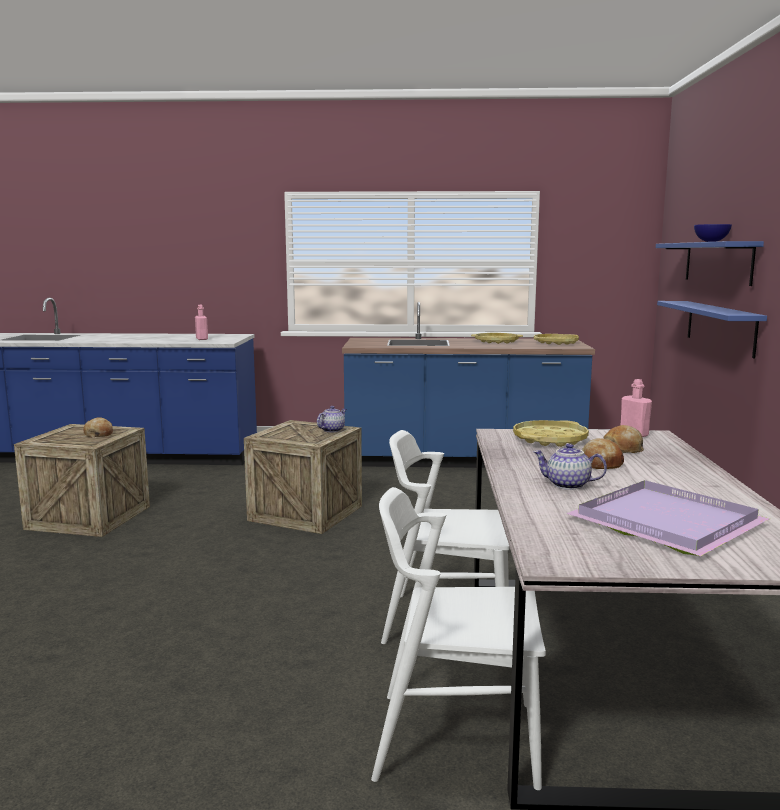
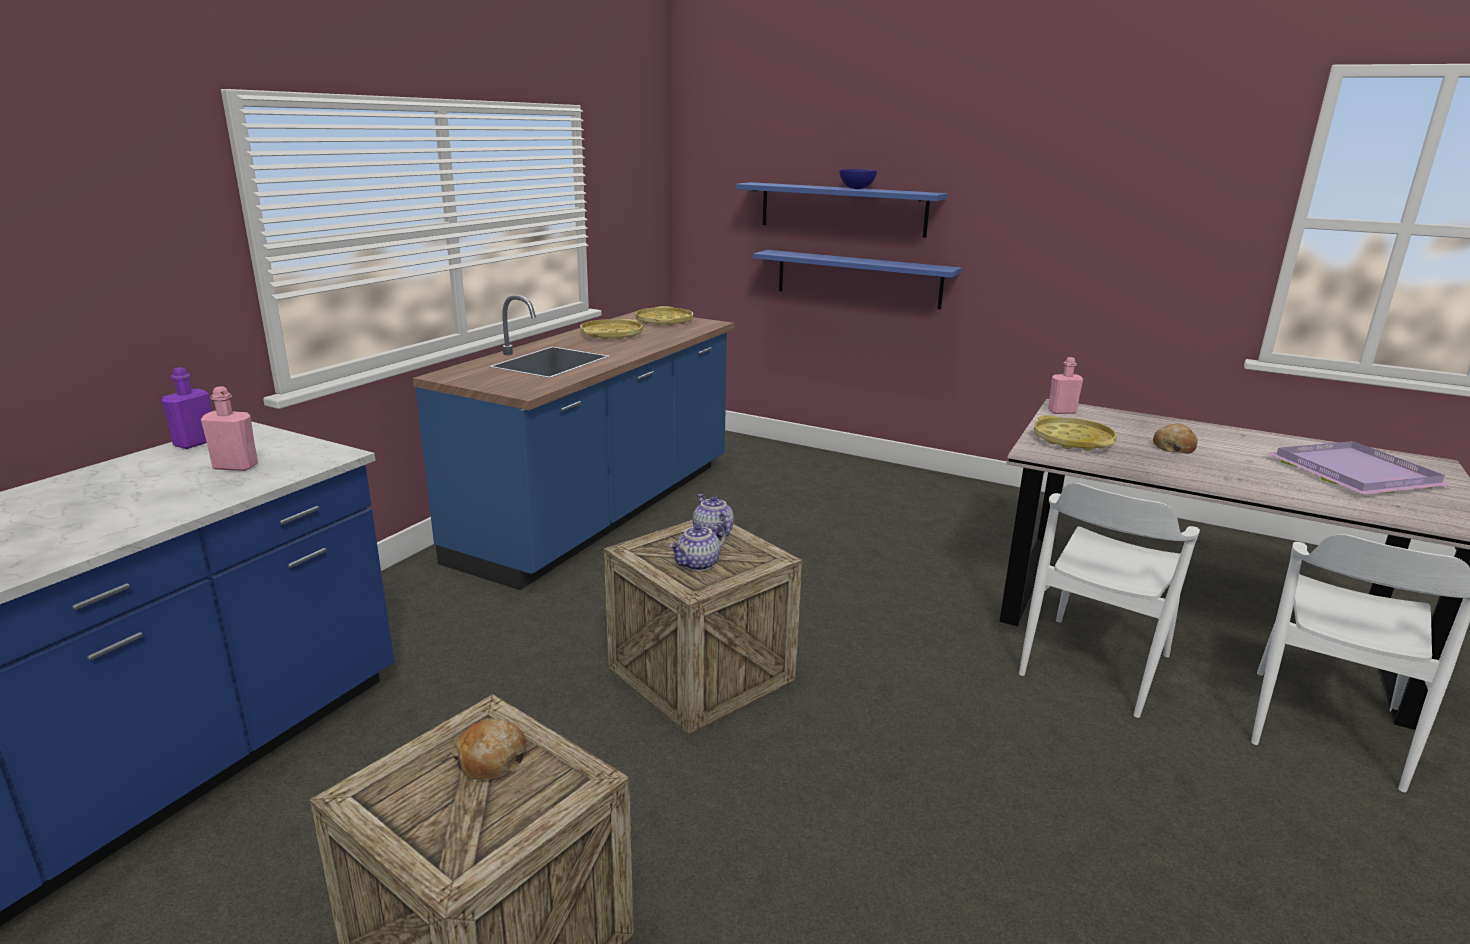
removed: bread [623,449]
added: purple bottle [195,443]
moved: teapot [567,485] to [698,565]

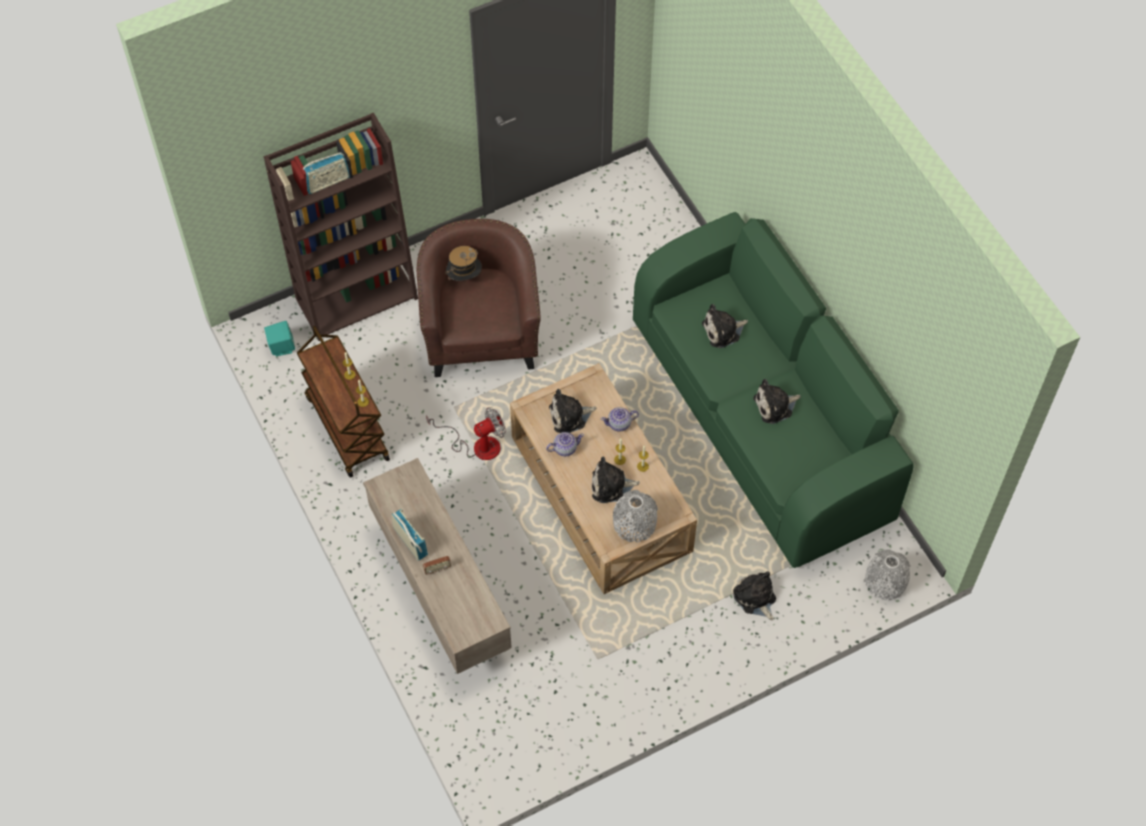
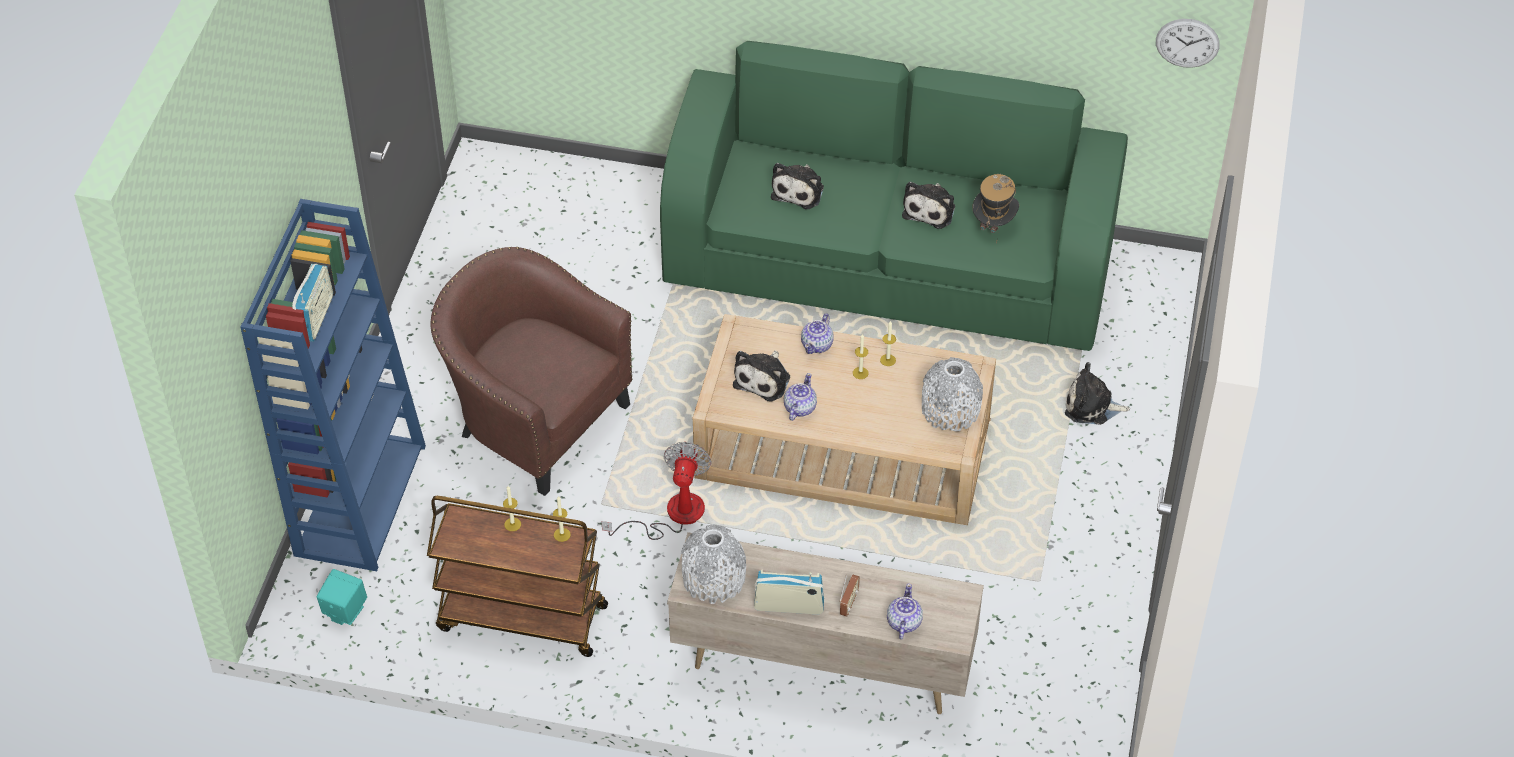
removed: plush toy [611,486]
added: teapot [903,623]; wall clock [1187,43]
moved: grey vase [885,581] to [713,579]; hat [464,278] to [993,226]
recoloured: brown bookcase [357,297] to blue bookcase [359,498]

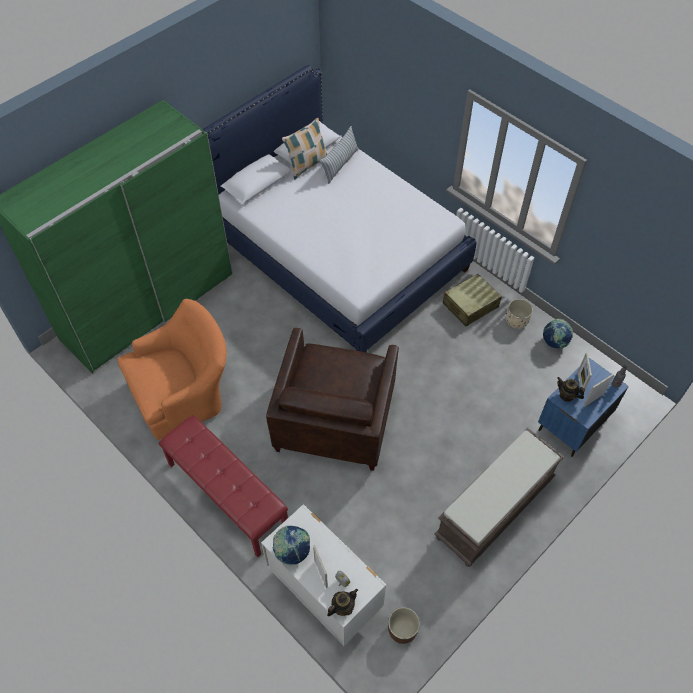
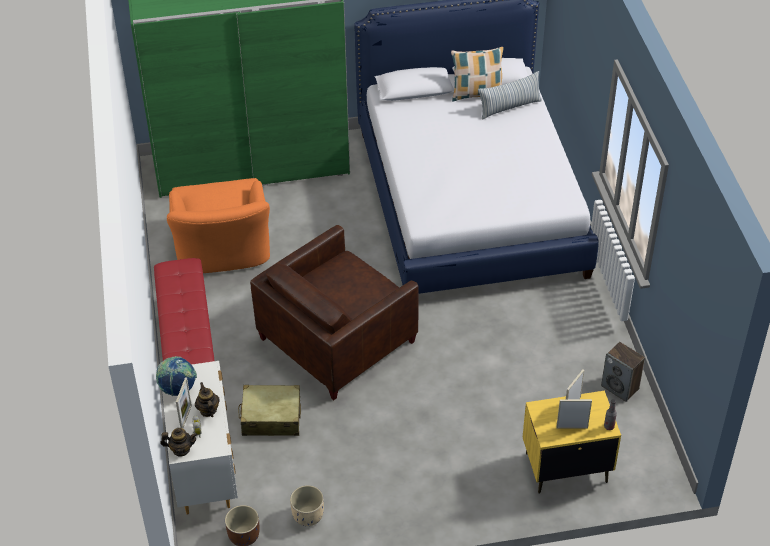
removed: brown bench [494,509]
moved: teapot [566,395] to [208,410]; beige suitcase [470,305] to [271,418]; beige planter [516,321] to [308,516]
replaced: globe [554,342] to speaker [620,387]
recoloured: blue nightstand [571,425] to yellow nightstand [565,467]
turned: orange armchair [184,392] = [223,251] 75 degrees clockwise

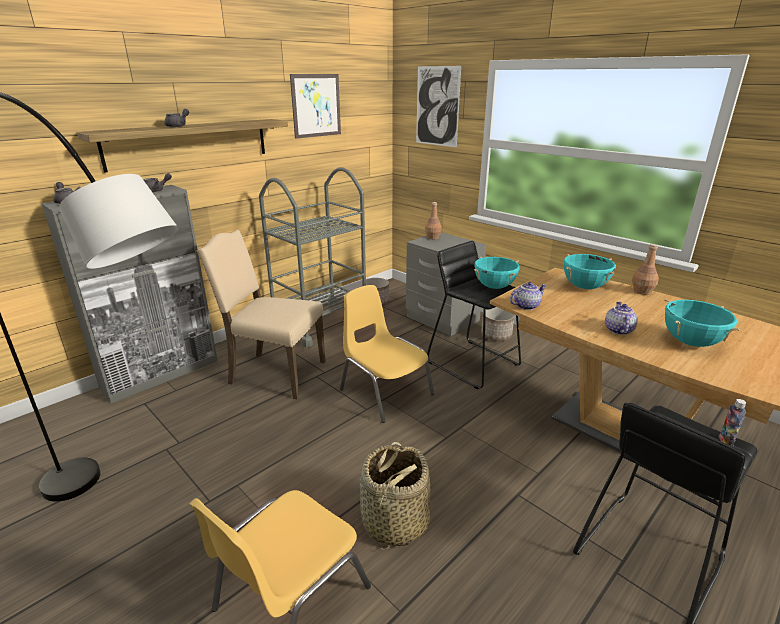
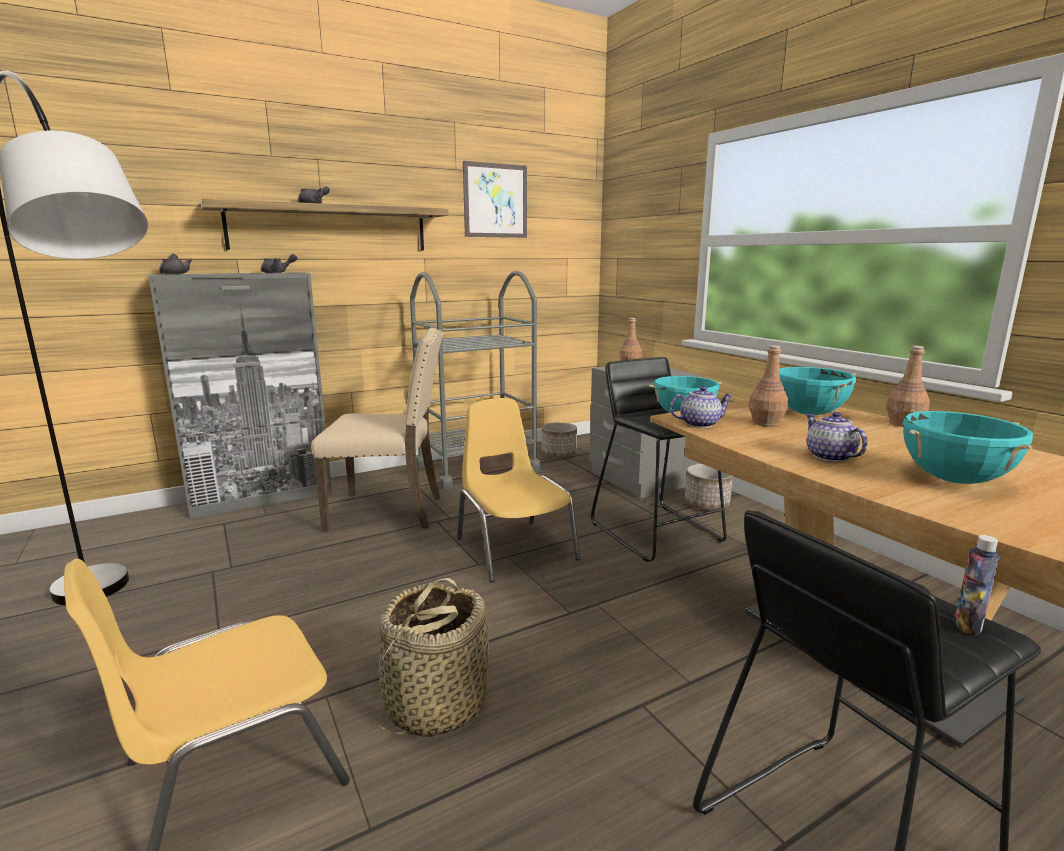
removed: picture [437,106]
added: brown bottle [766,423]
turned: beige chair [275,373] = [389,512] 150 degrees clockwise; teapot [617,330] = [828,457] 45 degrees counterclockwise

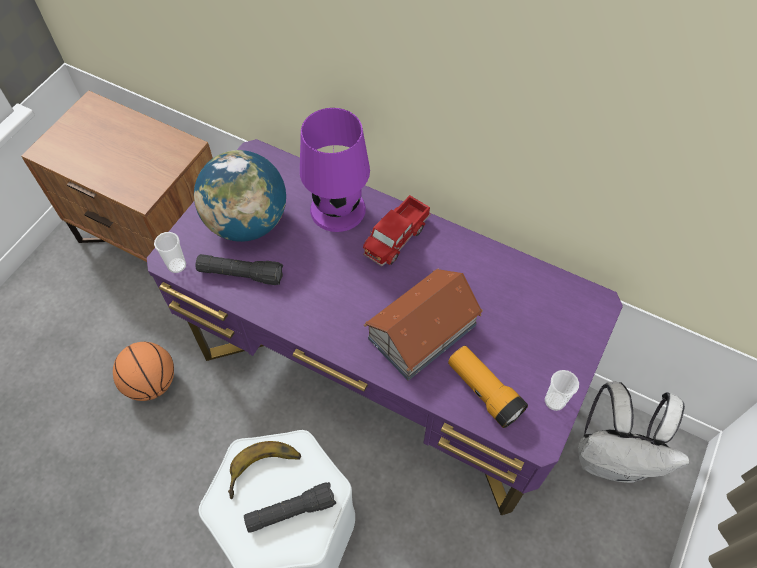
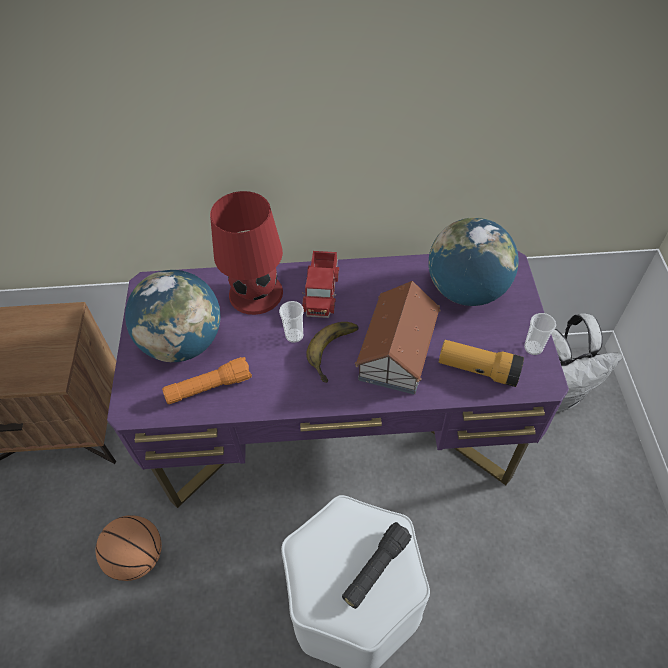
added: globe [466,290]
moved: cup [177,265] to [294,335]; banana [265,472] to [338,353]
recoloured: black flashlight [241,274] to orange flashlight [209,387]; purple table lamp [337,208] to red table lamp [255,293]

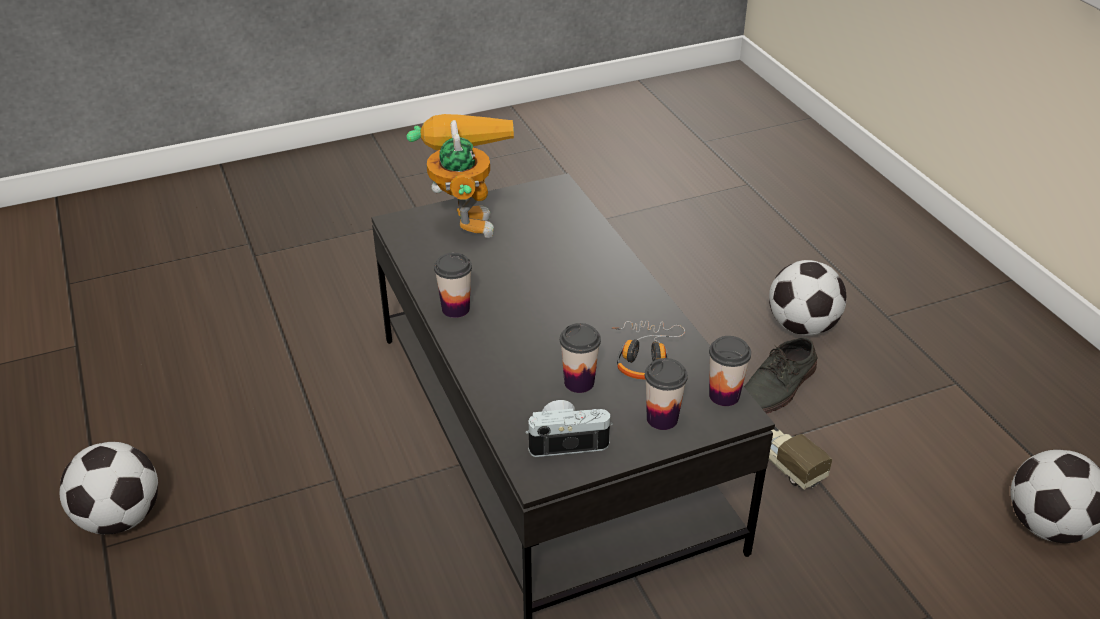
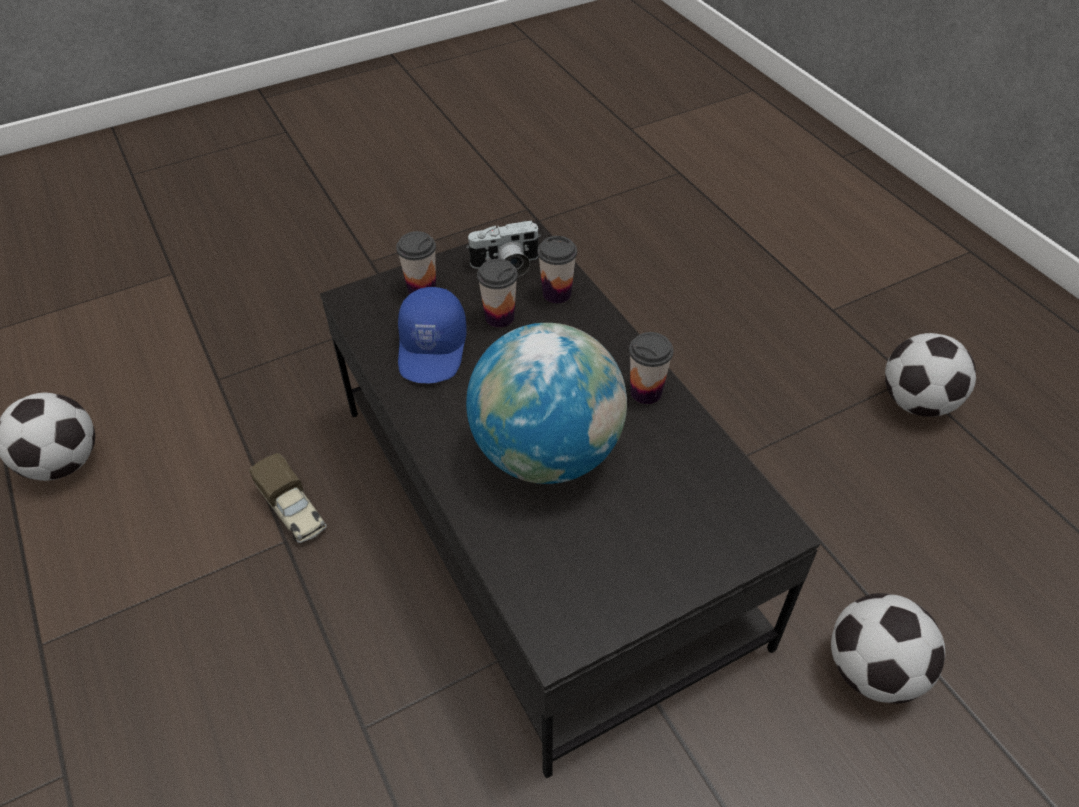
removed: toy robot [464,216]; grey shoe [777,387]
added: globe [547,453]
moved: cup [724,395] to [556,293]; football [802,327] to [872,671]
replaced: headphones [645,357] to blue cap [433,349]

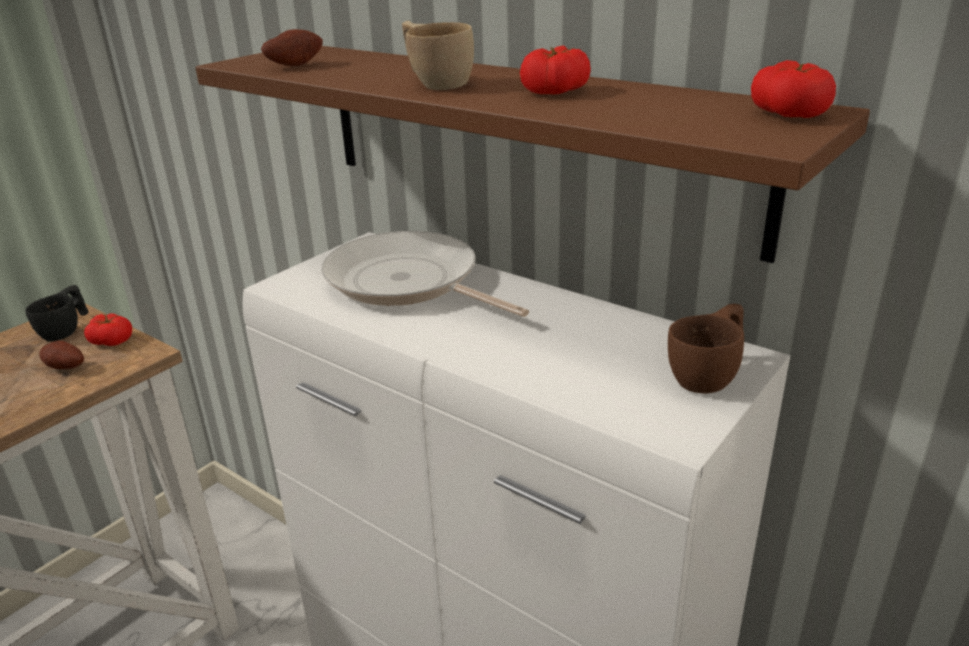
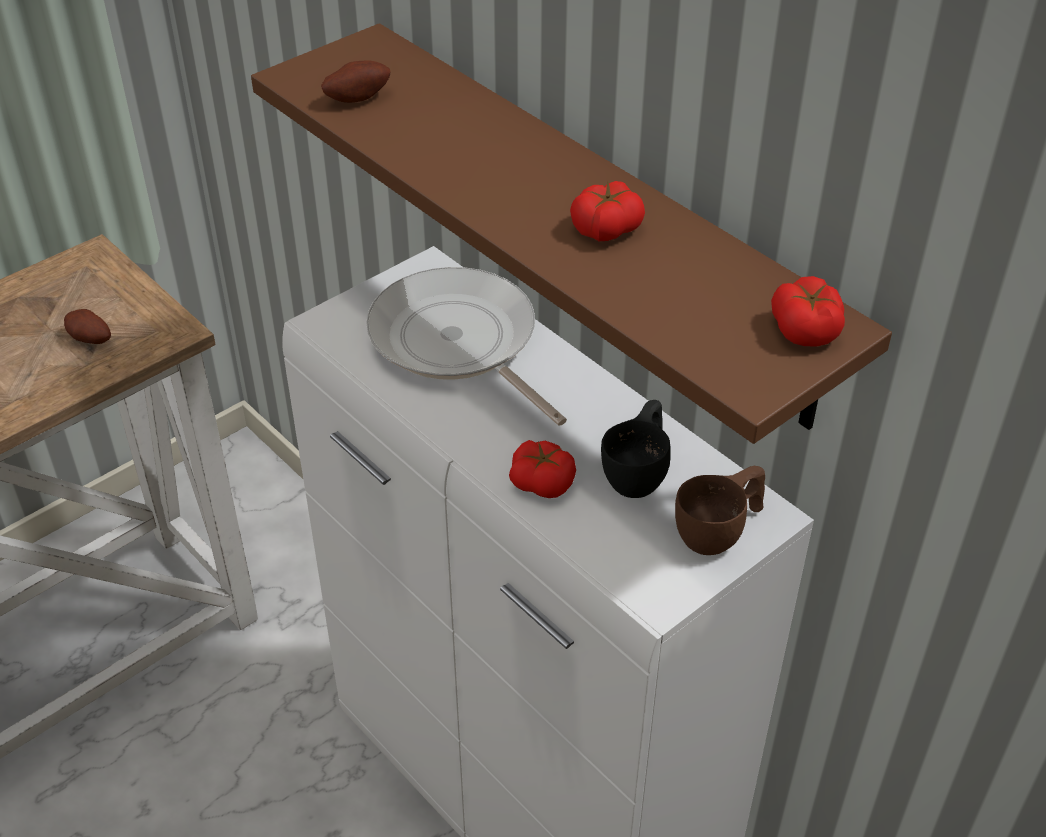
removed: beige cup [436,82]
moved: tomato [112,340] to [542,482]; black cup [66,329] to [640,471]

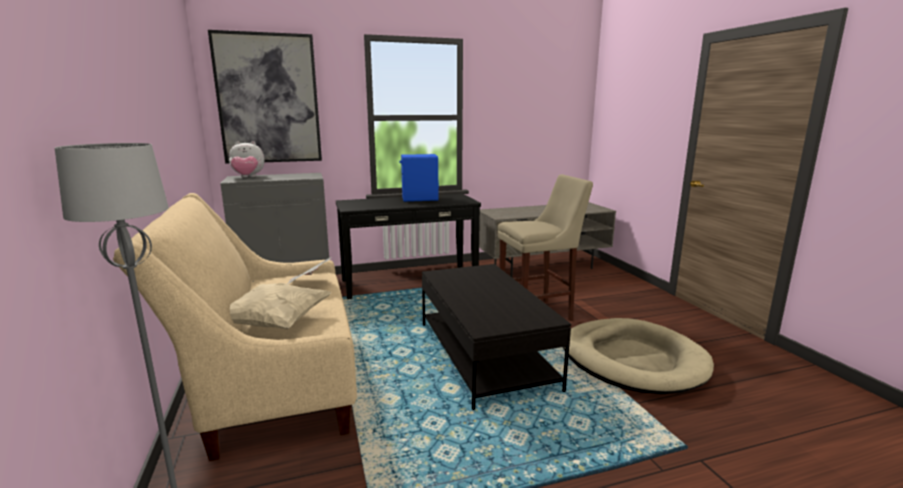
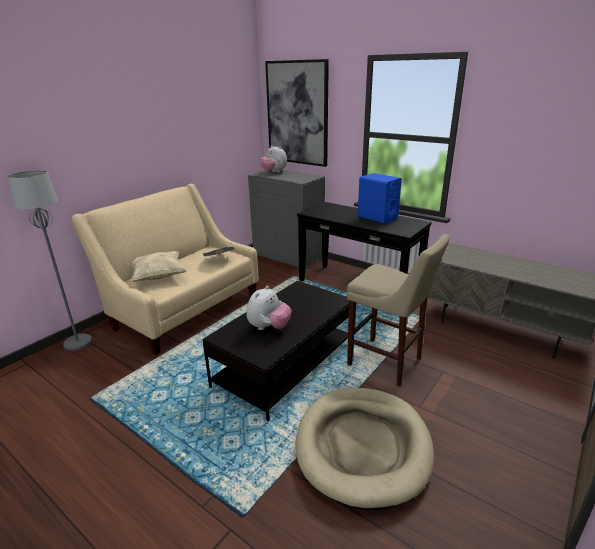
added: plush toy [269,327]

